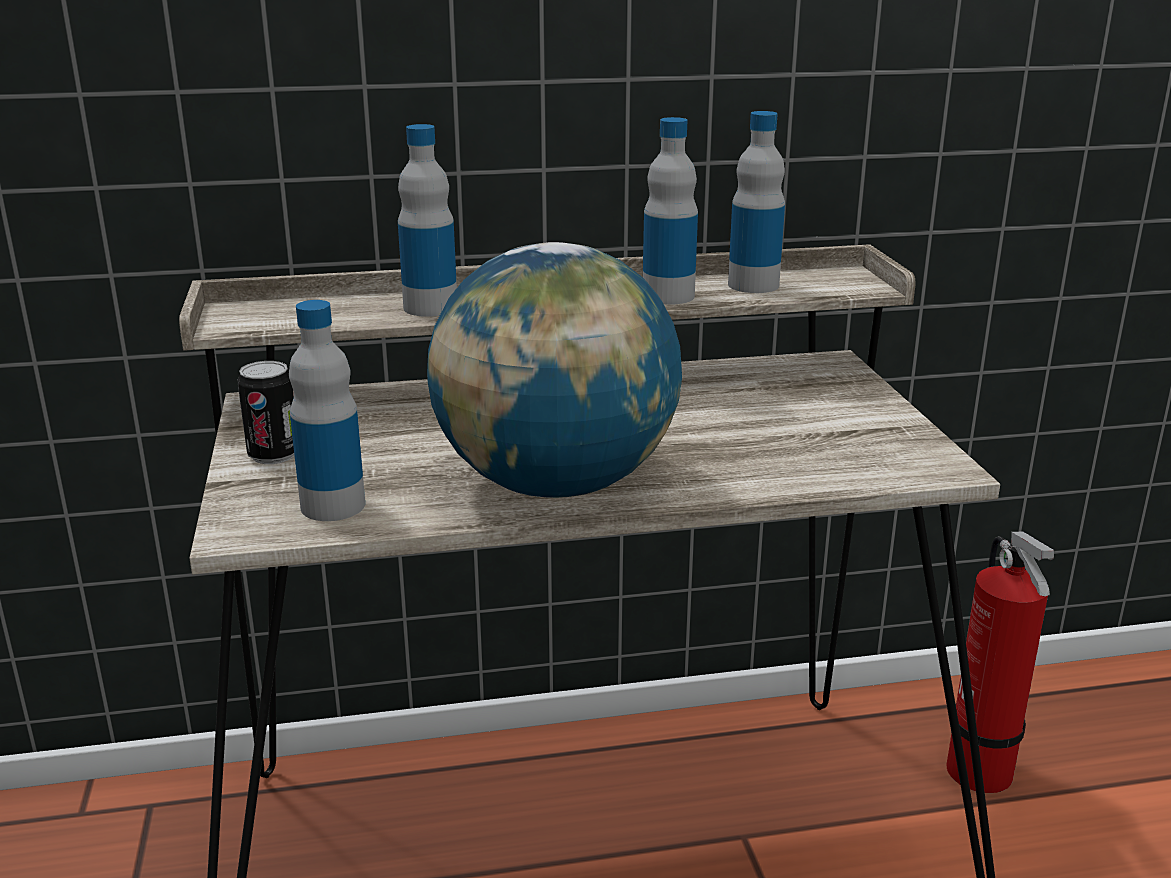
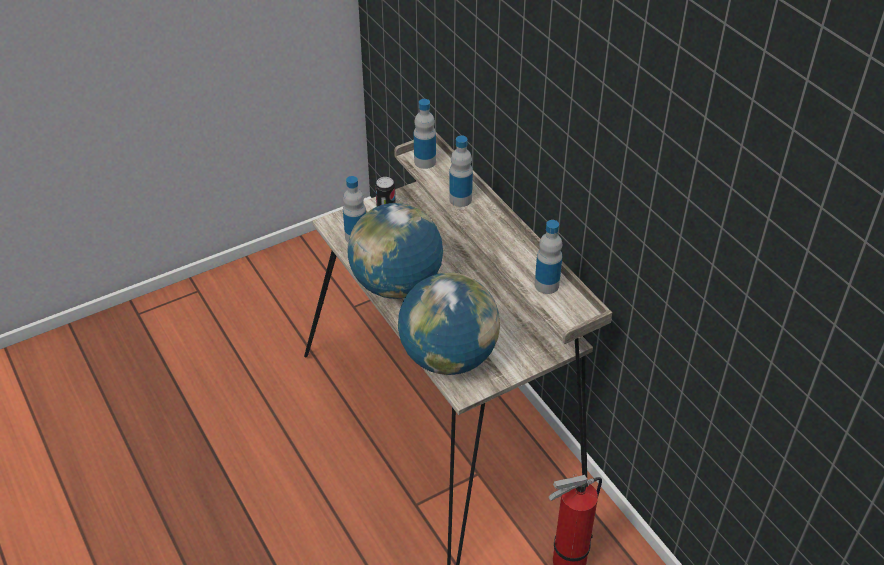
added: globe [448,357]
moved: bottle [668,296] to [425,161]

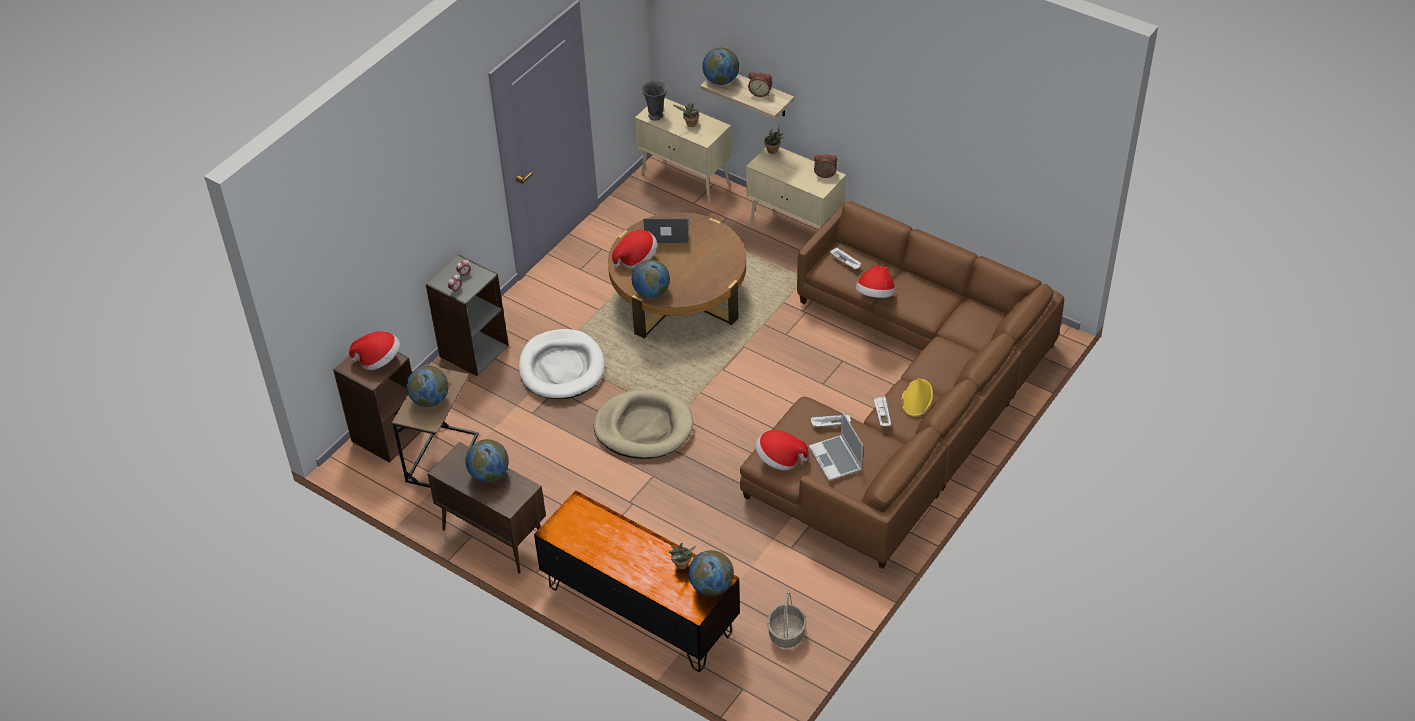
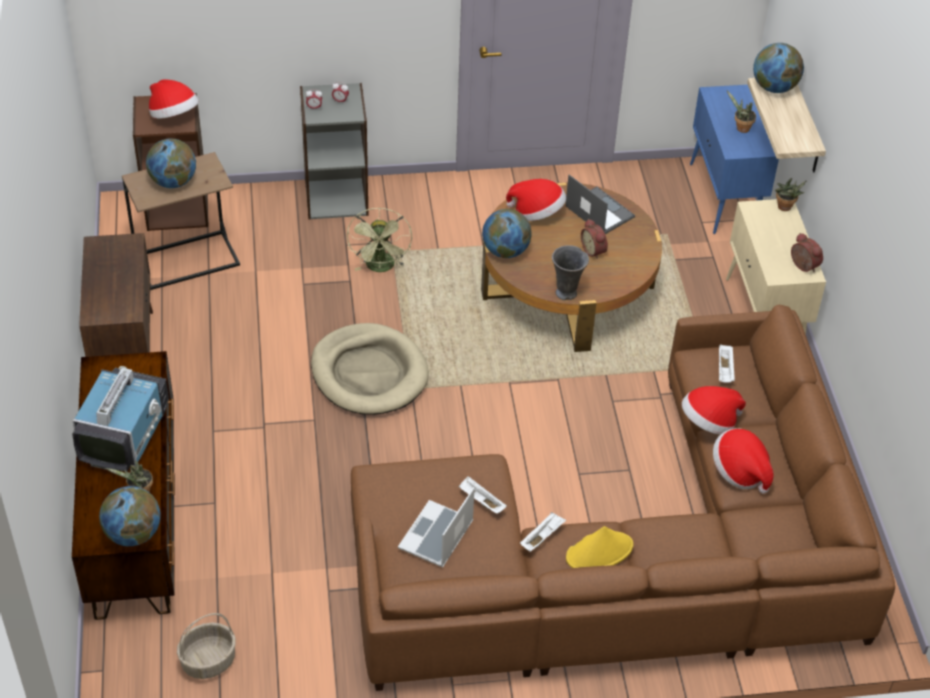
removed: globe [489,474]
added: television [125,433]
moved: grey vase [656,116] to [567,294]; alarm clock [760,92] to [594,250]; hat [779,459] to [740,471]
replaced: white dog bed [562,368] to green fan [381,268]
recoloured: beige cabinet [686,180] to blue cabinet [724,198]

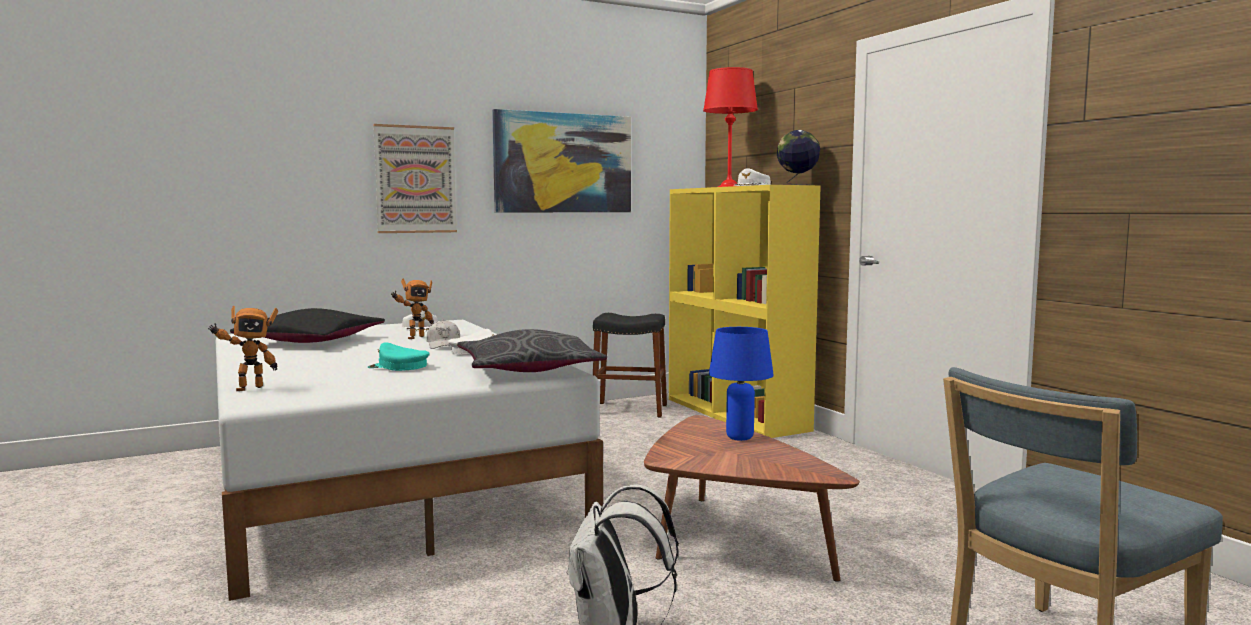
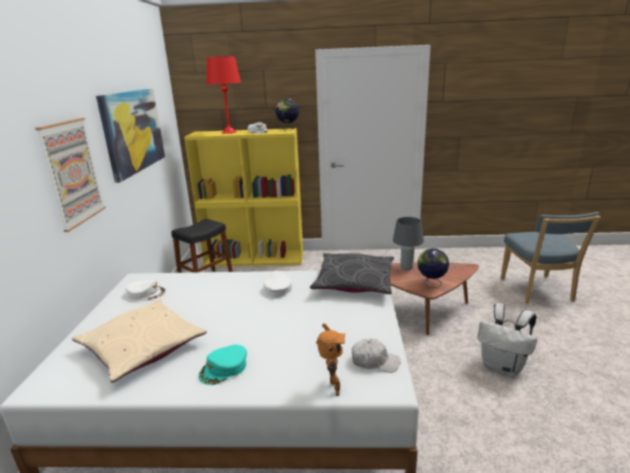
removed: toy robot [414,337]
added: globe [431,284]
moved: turquoise cap [398,367] to [224,368]; white cap [444,345] to [374,361]
recoloured: black pillow [311,341] to beige pillow [142,347]; blue table lamp [739,437] to grey table lamp [406,268]

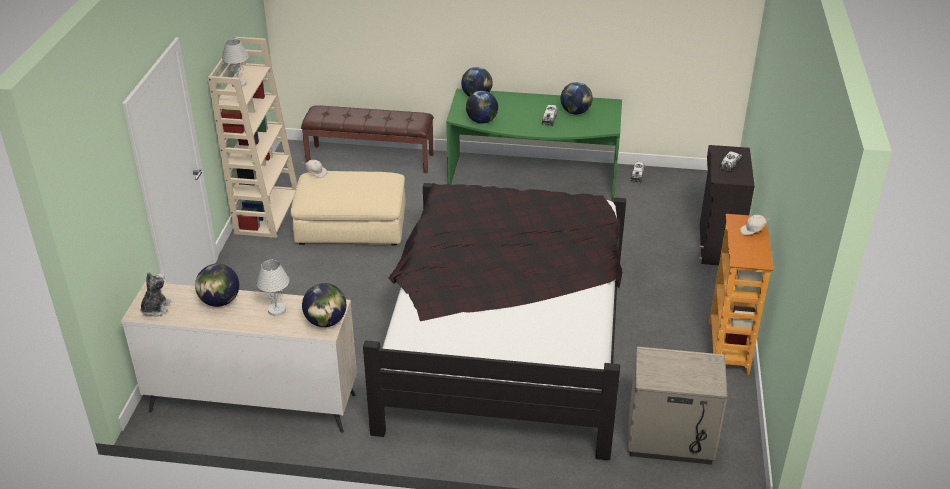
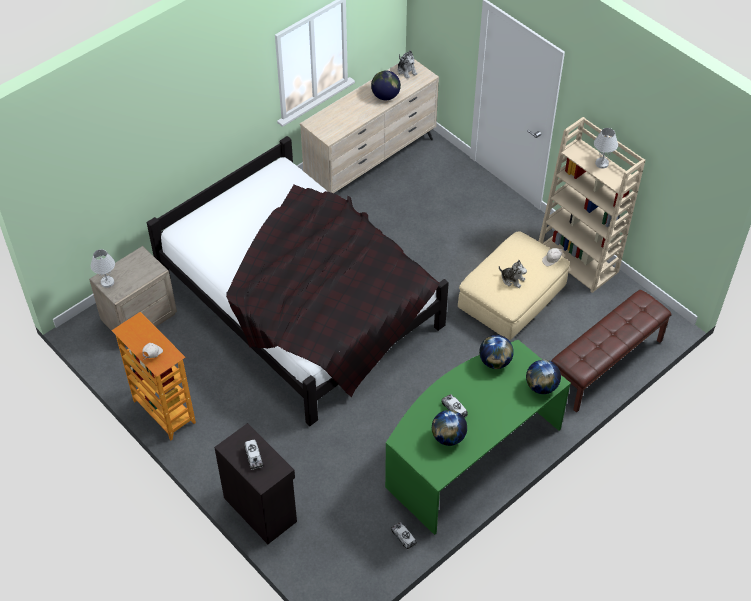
removed: globe [326,322]
added: plush toy [512,279]
moved: white table lamp [277,310] to [107,282]

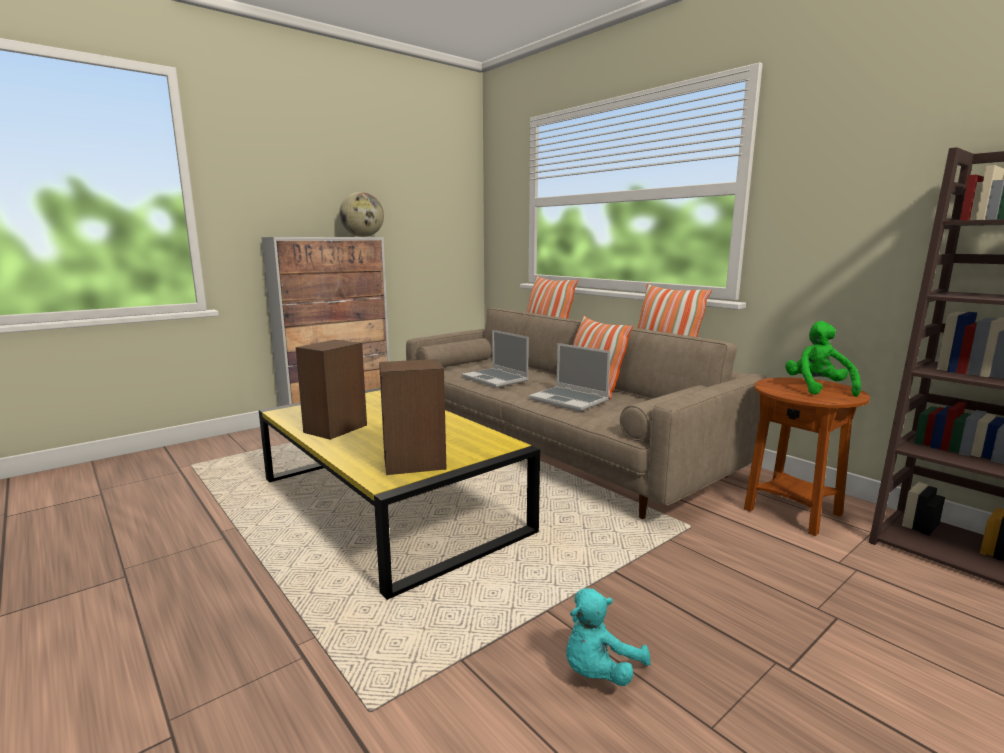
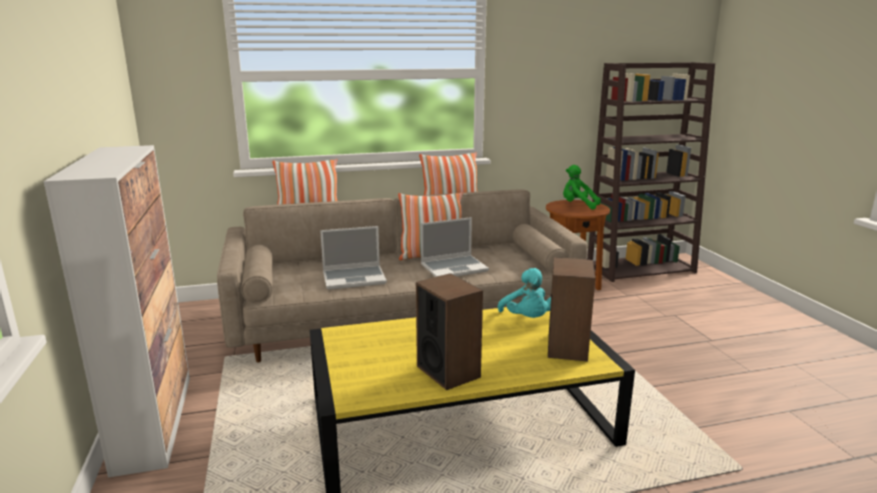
removed: globe [363,236]
moved: turquoise plush toy [599,672] to [527,319]

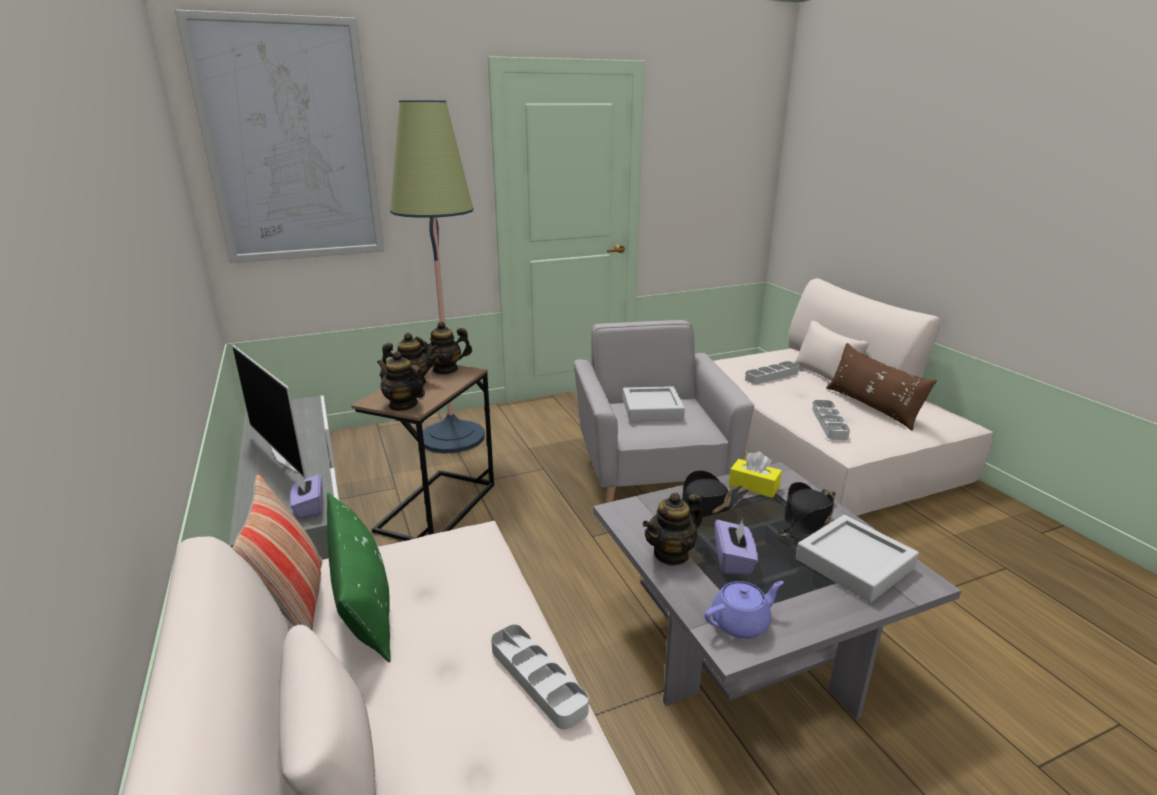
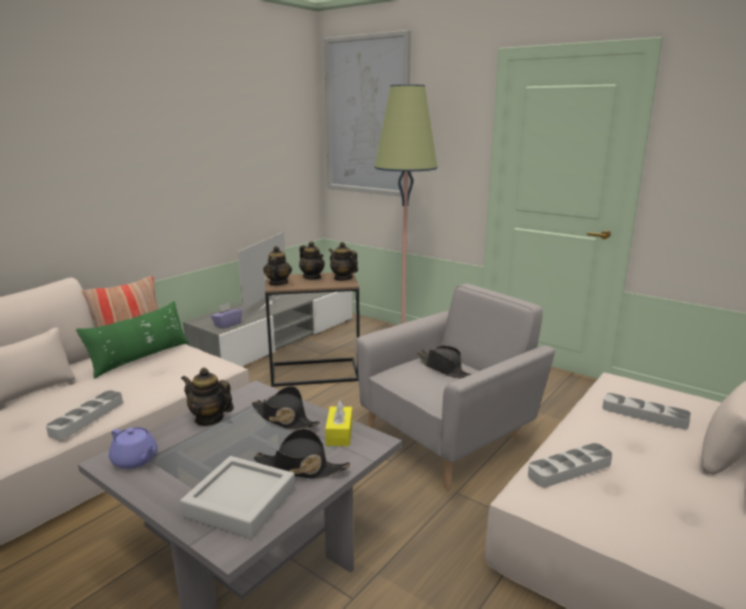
removed: purple tissue box [733,561]; brown pillow [871,407]
replaced: grey tray [652,409] to black hat [444,368]

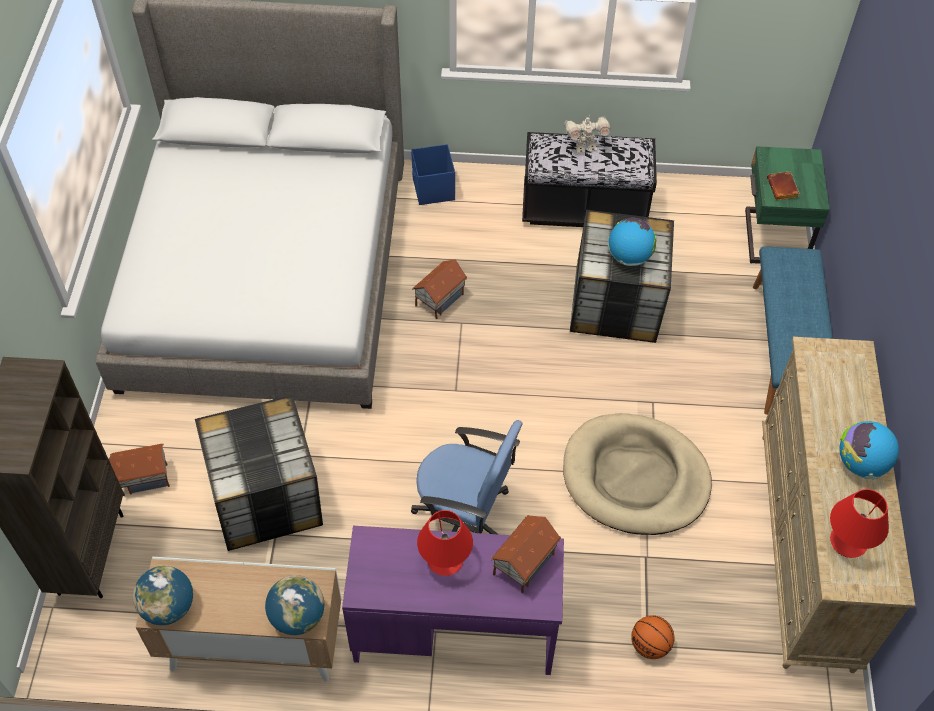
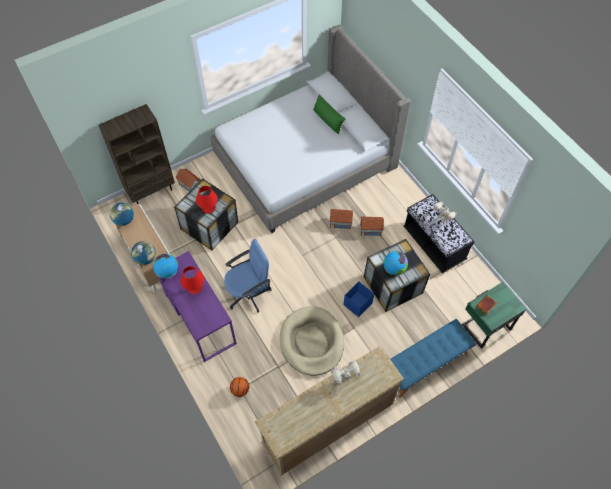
added: green pillow [328,120]; toy robot [344,377]
moved: globe [860,464] to [167,271]; red table lamp [848,541] to [208,208]; blue storage box [433,189] to [357,304]; toy house [523,564] to [370,230]
turned: blue office chair [465,517] = [249,293] 105 degrees counterclockwise

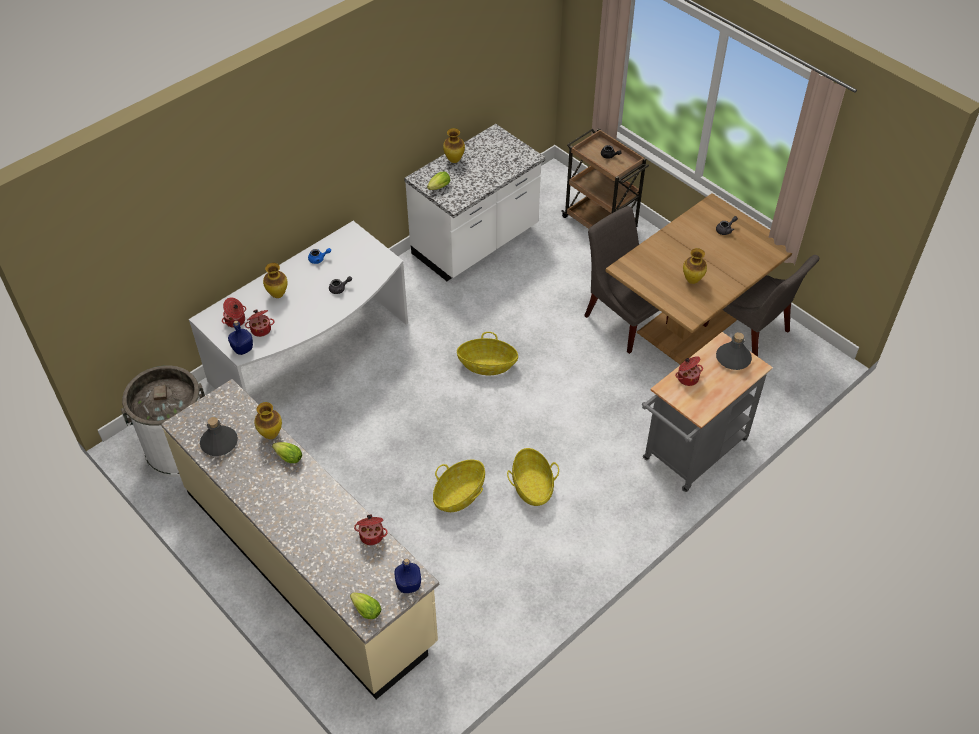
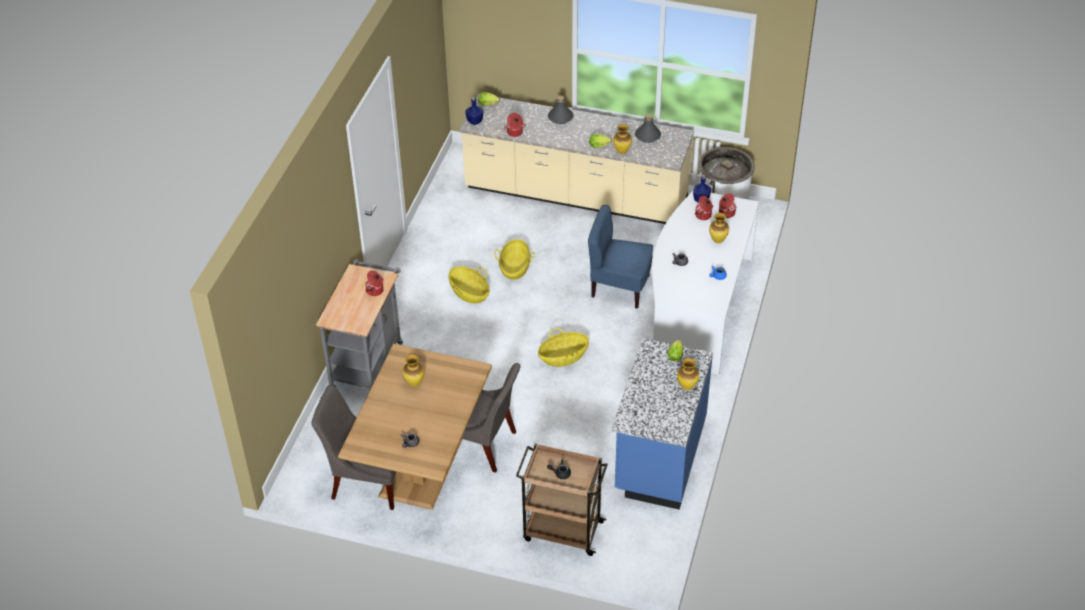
added: blue chair [620,287]
moved: grey bottle [733,358] to [560,117]
recoloured: white counter [476,242] to blue counter [659,456]

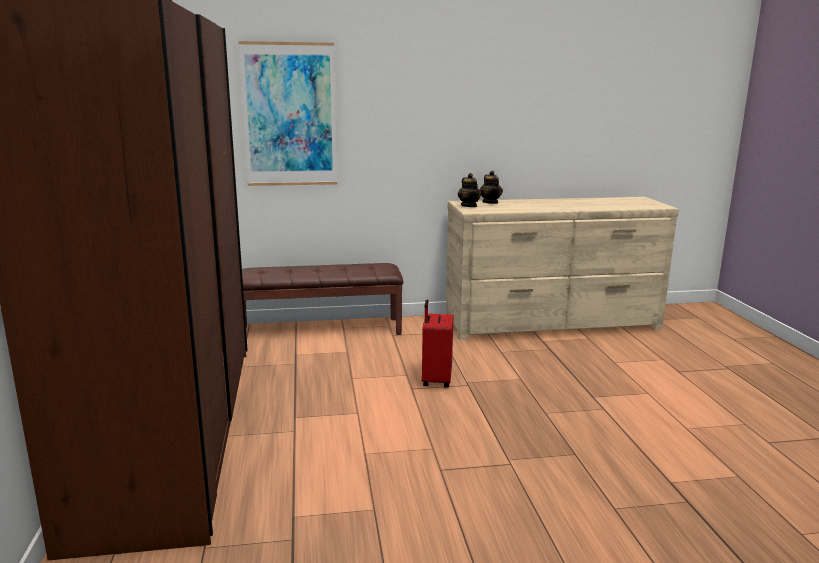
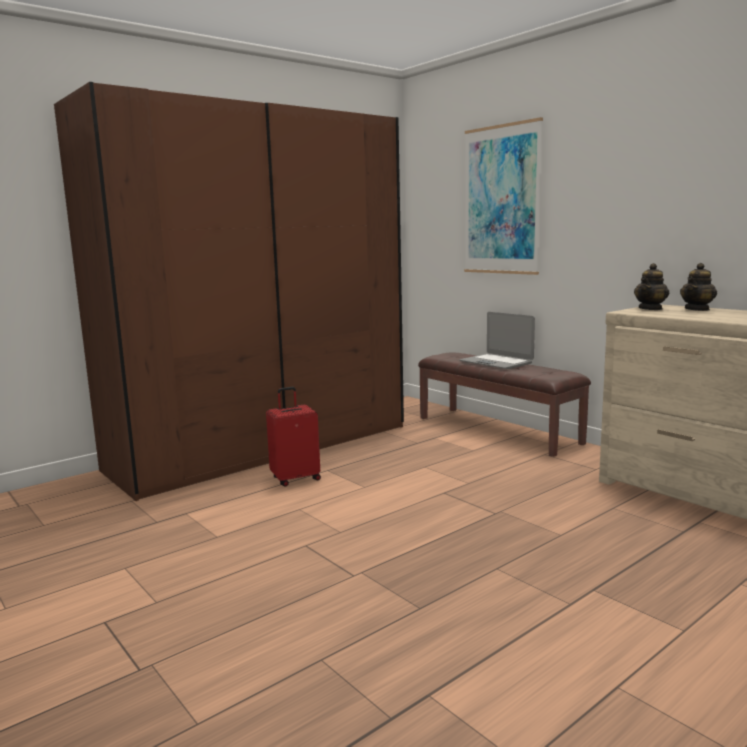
added: laptop [496,362]
moved: red suitcase [435,380] to [295,479]

